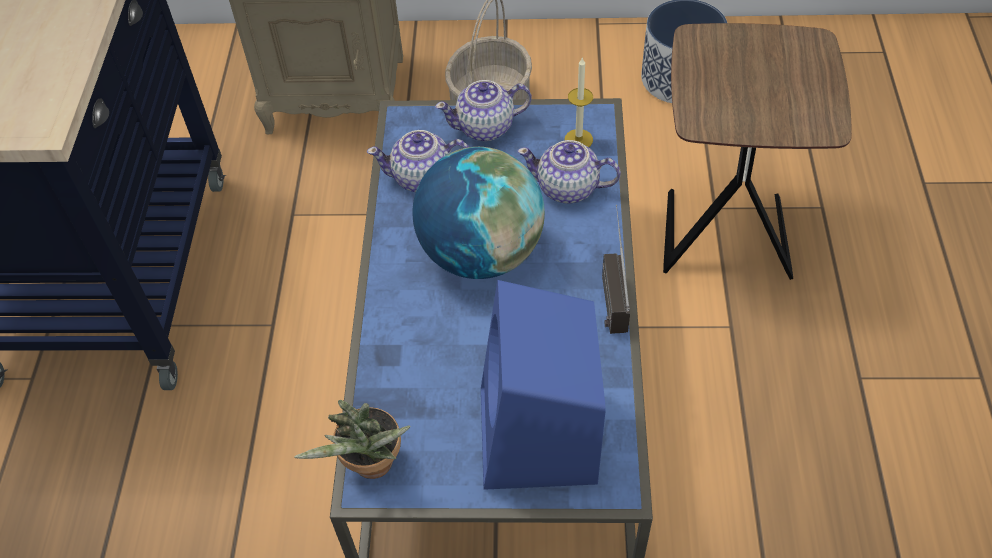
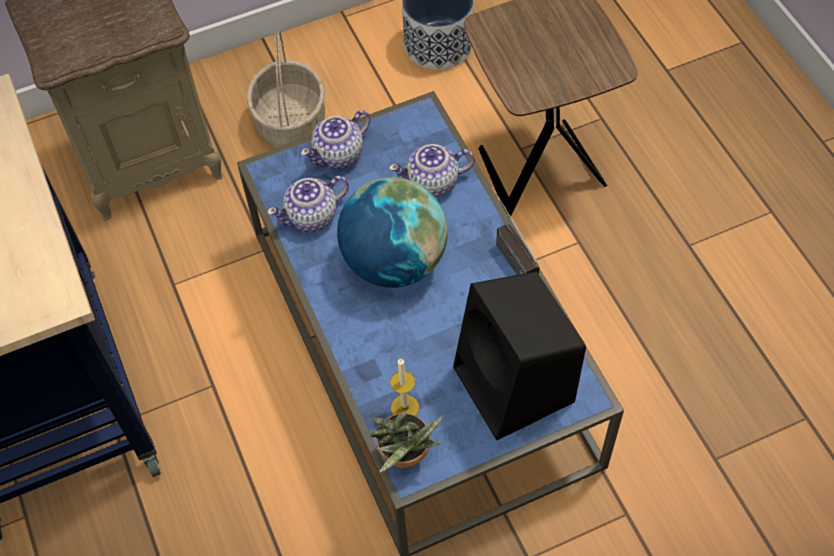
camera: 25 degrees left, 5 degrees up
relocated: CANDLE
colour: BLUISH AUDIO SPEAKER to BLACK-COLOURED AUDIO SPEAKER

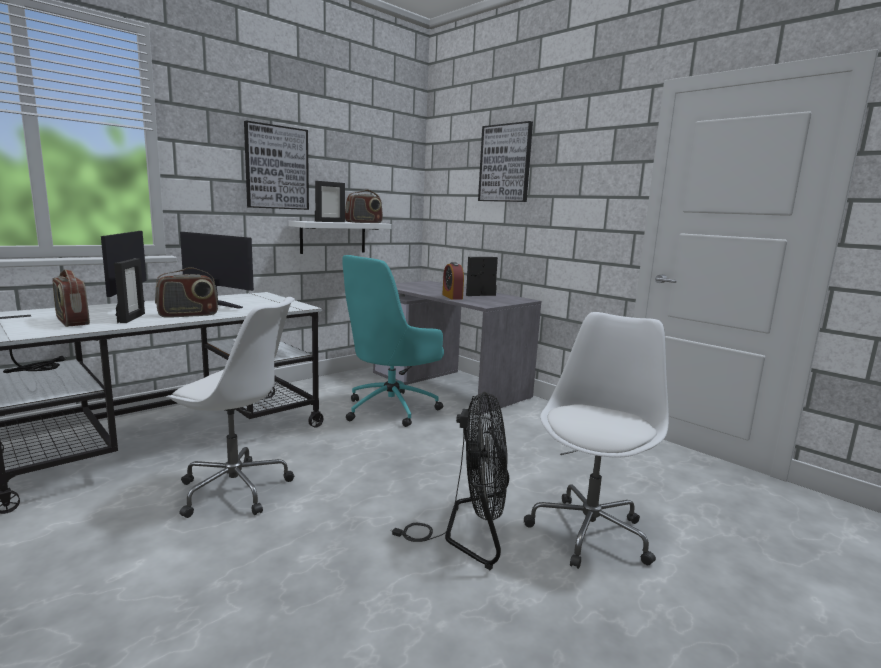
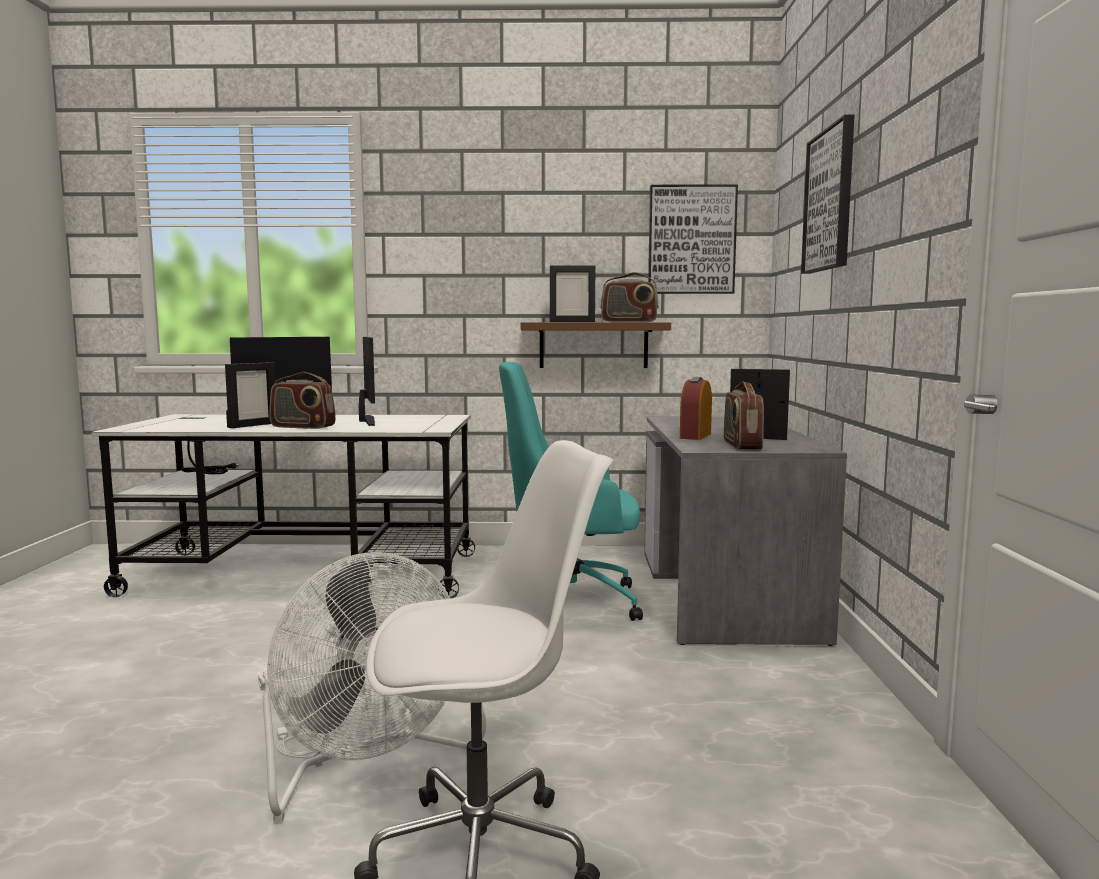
camera: 45 degrees right, 5 degrees down
missing: WHITE-COLOURED COMPUTER CHAIR (no. 1 from left)
relocated: PICTURE (no. 1 from left); RADIO (no. 1 from left in the first image) to RADIO (no. 3 from left)
colour: BLACK-COLOURED FAN to WHITE-COLOURED FAN; WHITE-COLOURED SHELF to BROWN SHELF

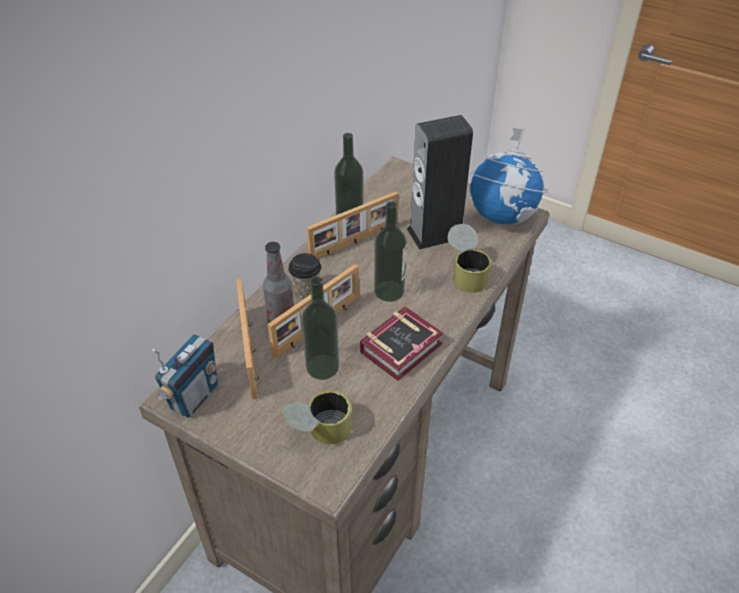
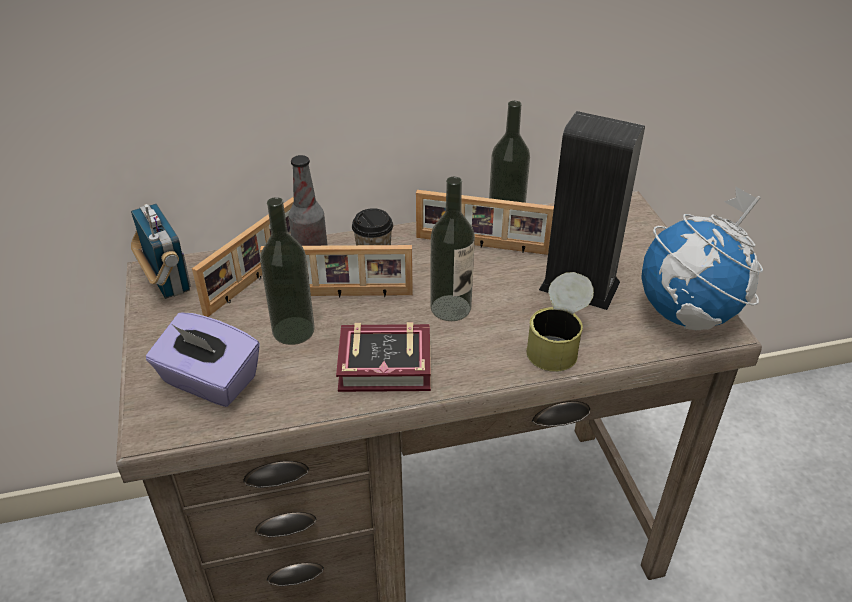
camera: 45 degrees right, 5 degrees down
exchanged: CAN (no. 1 from left) to PURPLISH TISSUE HOLDER
spun: RADIO 105 degrees counterclockwise

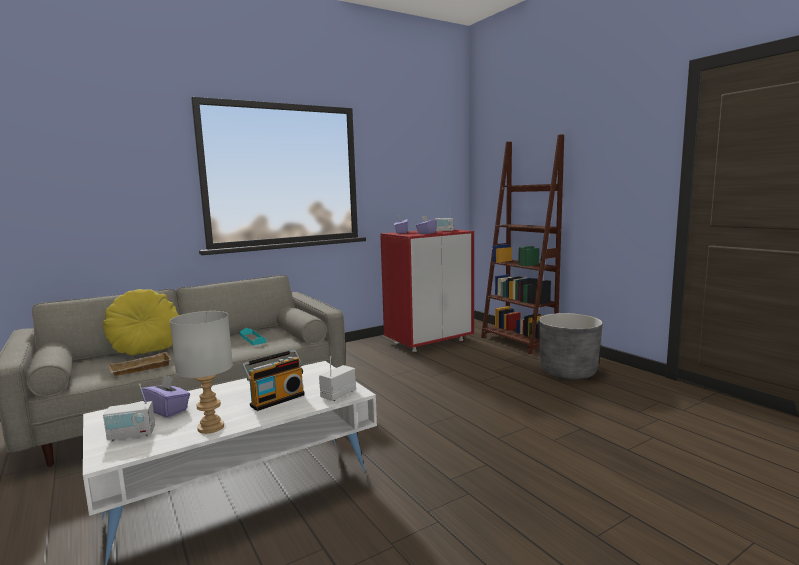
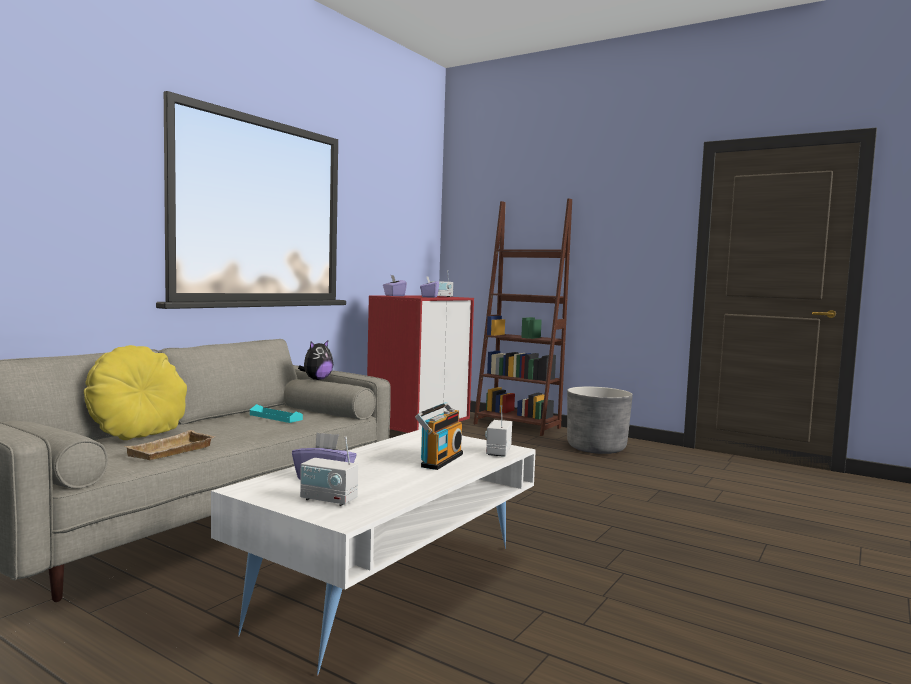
camera: 25 degrees left, 5 degrees down
missing: GREYISH LAMP FOR A TABLE
appeared: PLUSH TOY
spun: RADIO (no. 1 from left) 60 degrees clockwise

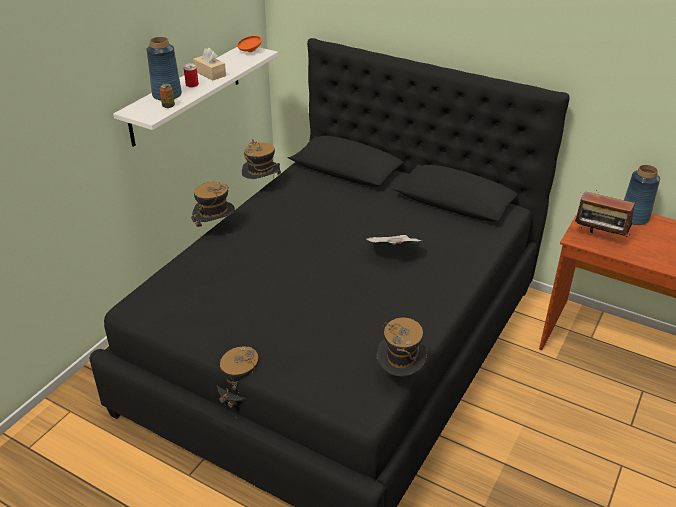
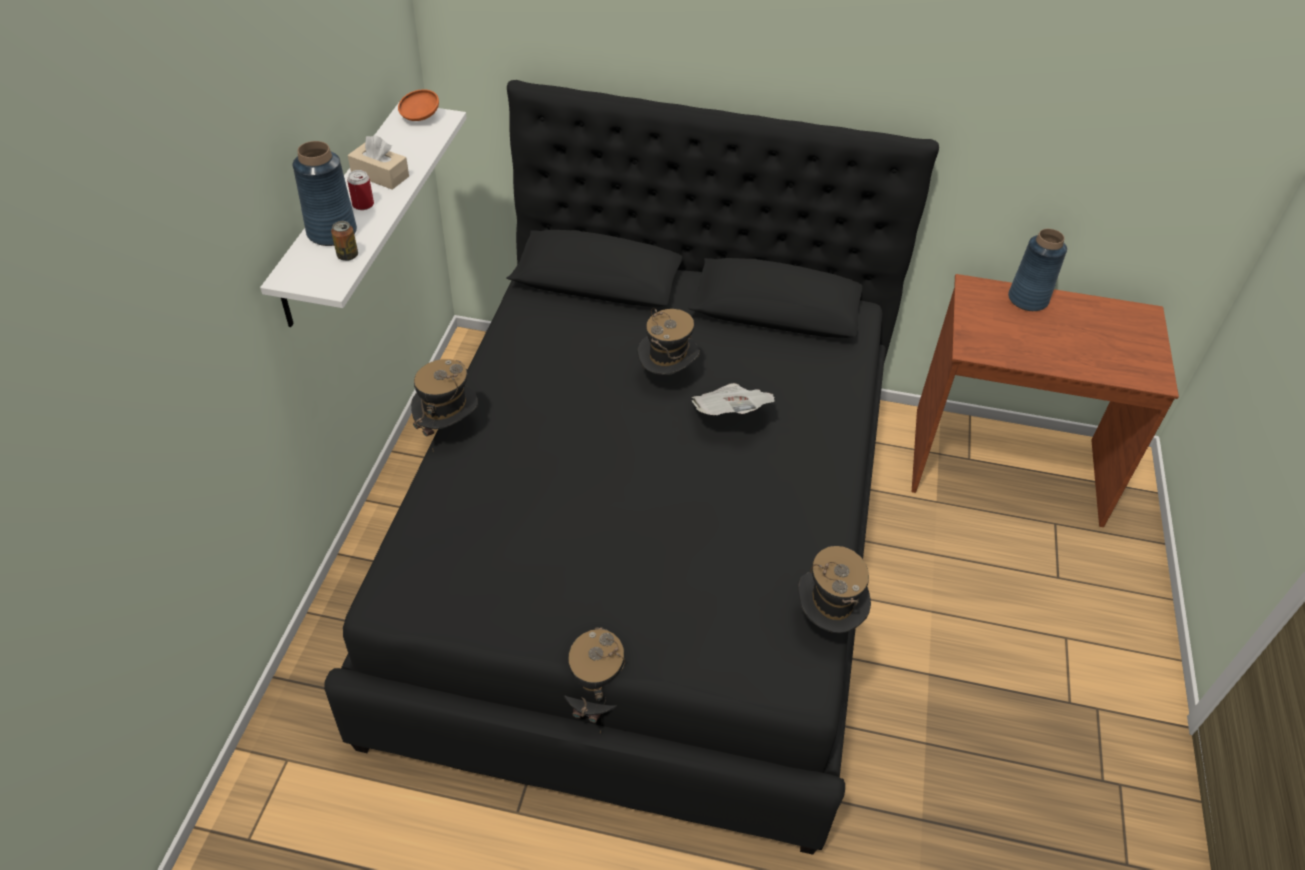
camera: 20 degrees left, 10 degrees up
missing: RADIO
relocated: CLOTHING HAT (no. 3 from left)

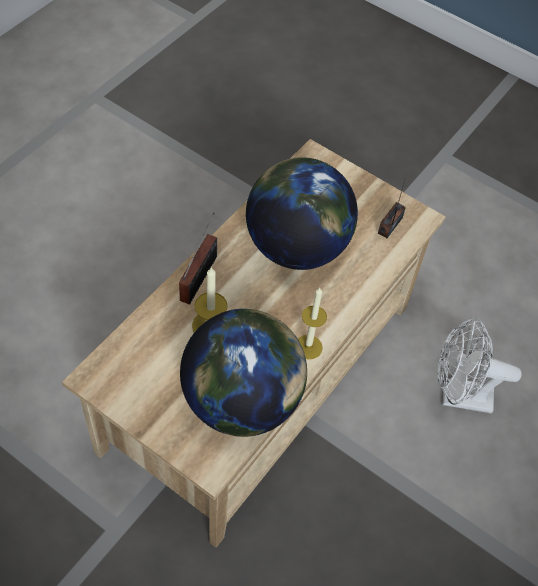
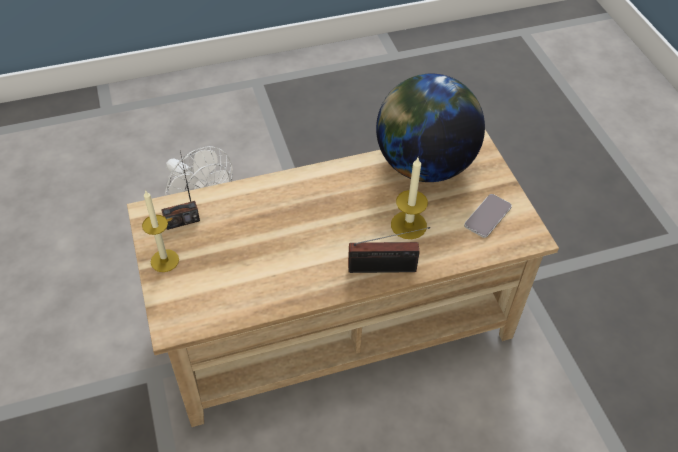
camera: 140 degrees left, 5 degrees down
missing: GLOBE (no. 2 from left)
appeared: PHONE
relocated: CANDLE (no. 2 from left in the first image) to CANDLE (no. 1 from left)
spun: RADIO (no. 1 from left in the first image) 150 degrees counterclockwise

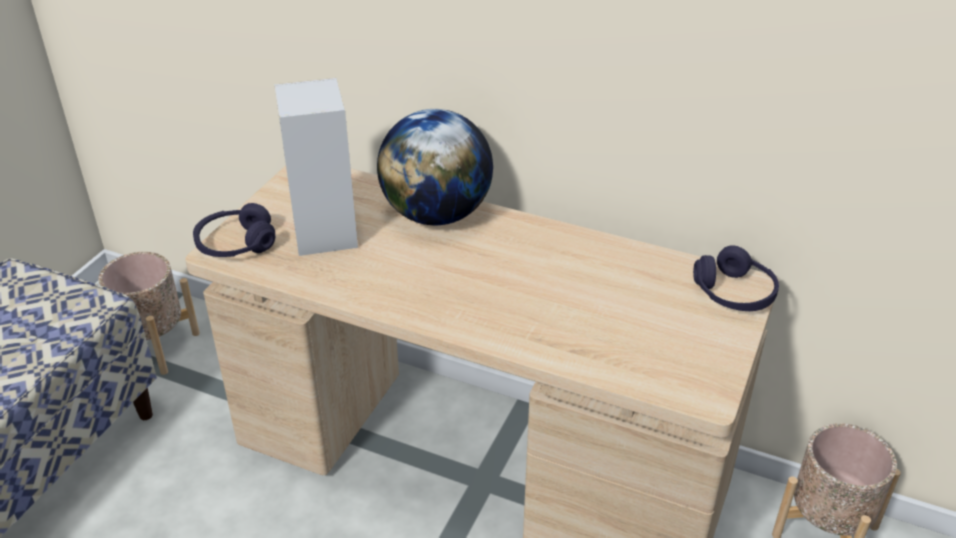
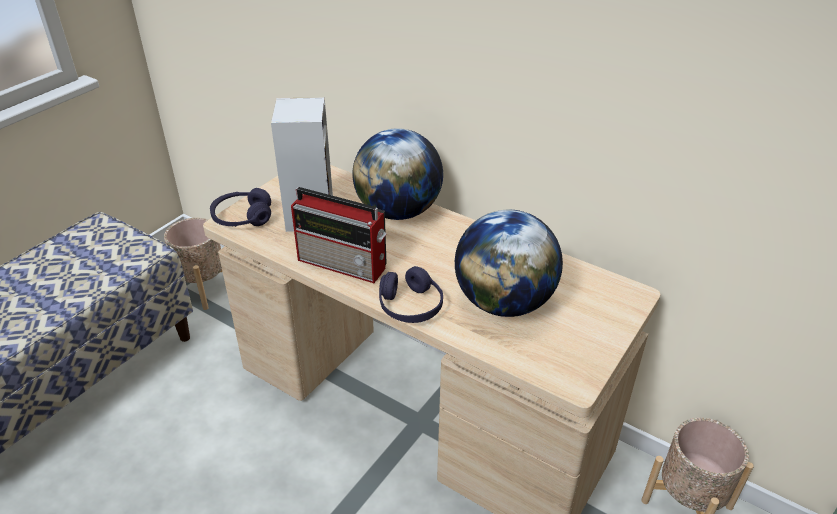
camera: 10 degrees right, 0 degrees up
appeared: RADIO; GLOBE (no. 2 from left)
relocated: PURPLISH HEADSET (no. 2 from left)

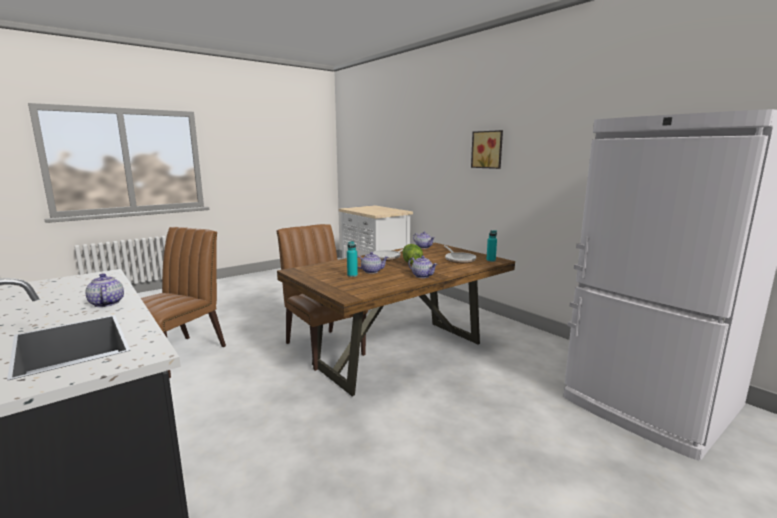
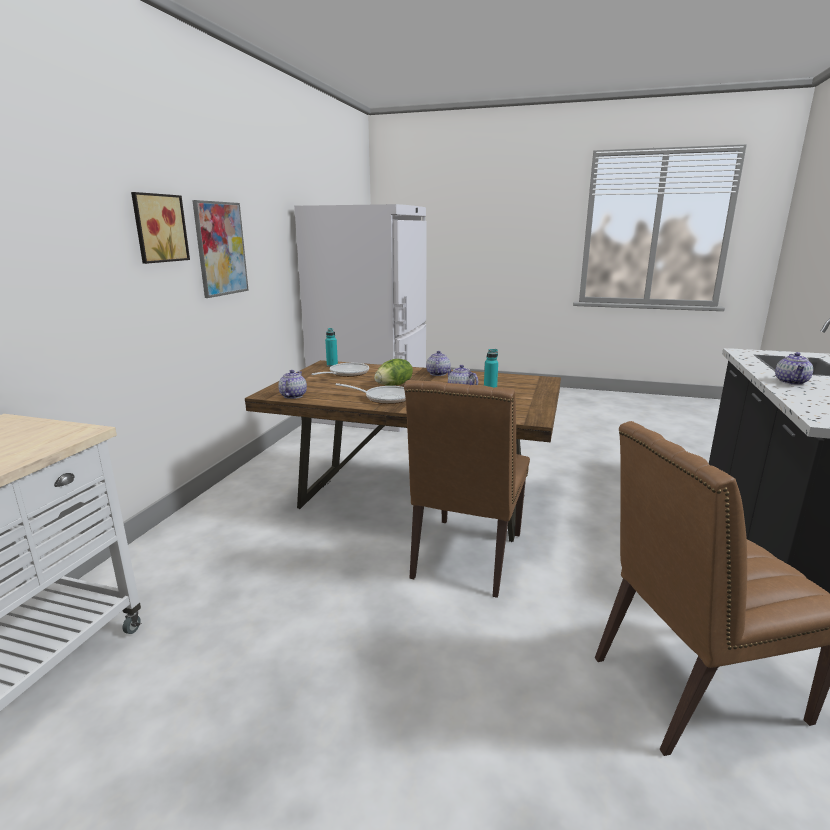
camera: 125 degrees left, 5 degrees up
appeared: PICTURE (no. 2 from left)

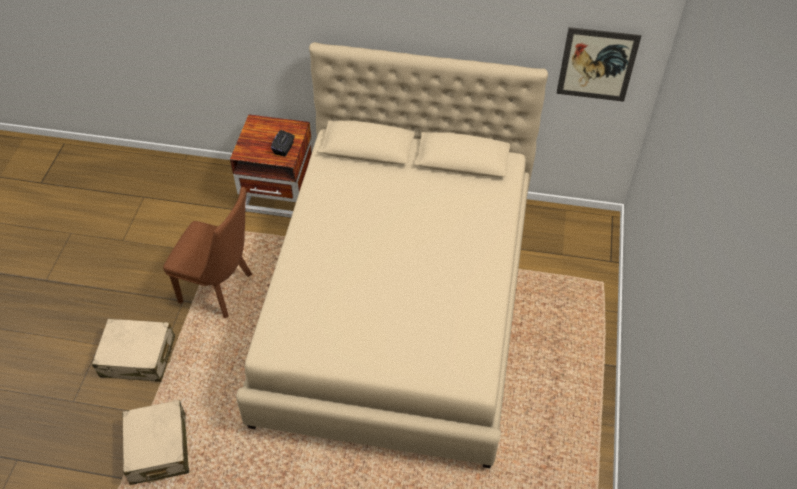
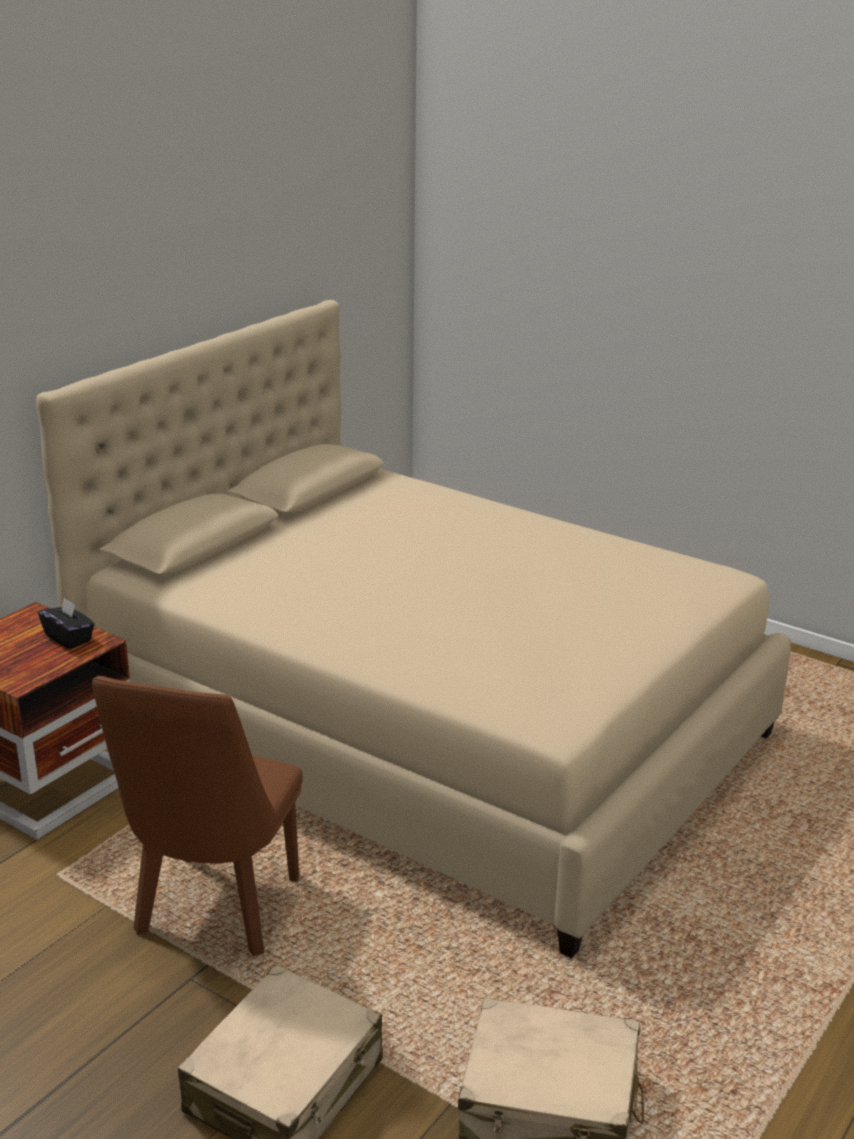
camera: 65 degrees left, 25 degrees down
missing: PICTURE
spun: BROWN UPRIGHT CHAIR 150 degrees clockwise

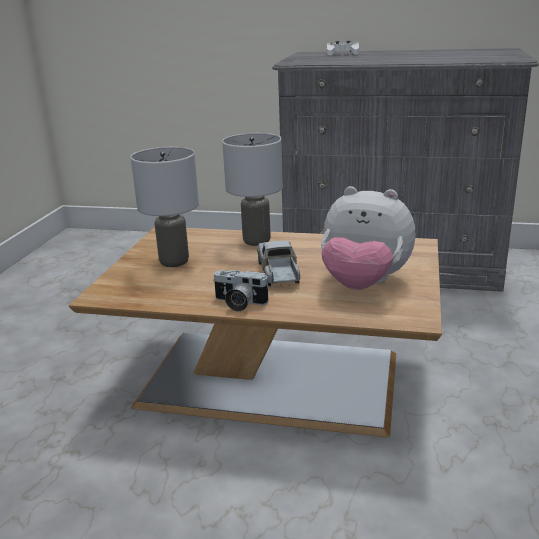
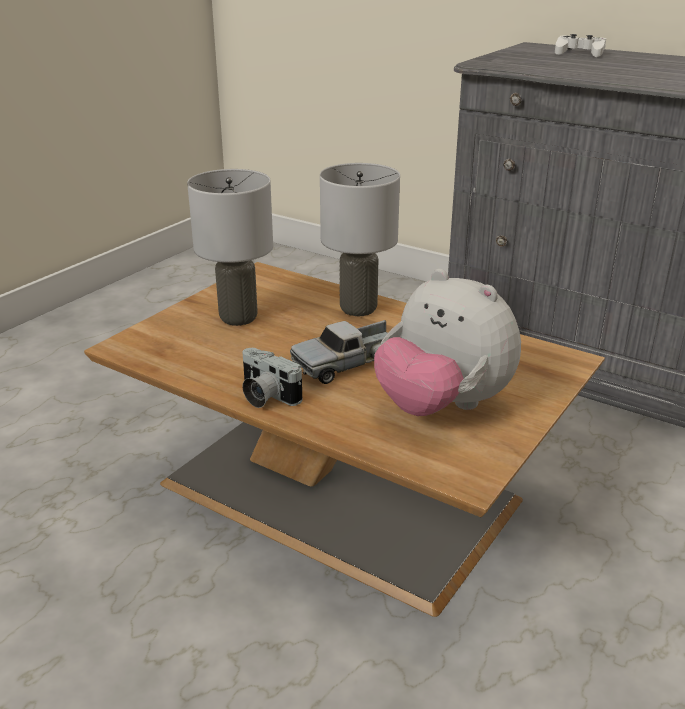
camera: 20 degrees right, 5 degrees up
spun: TOY LORRY 135 degrees counterclockwise

